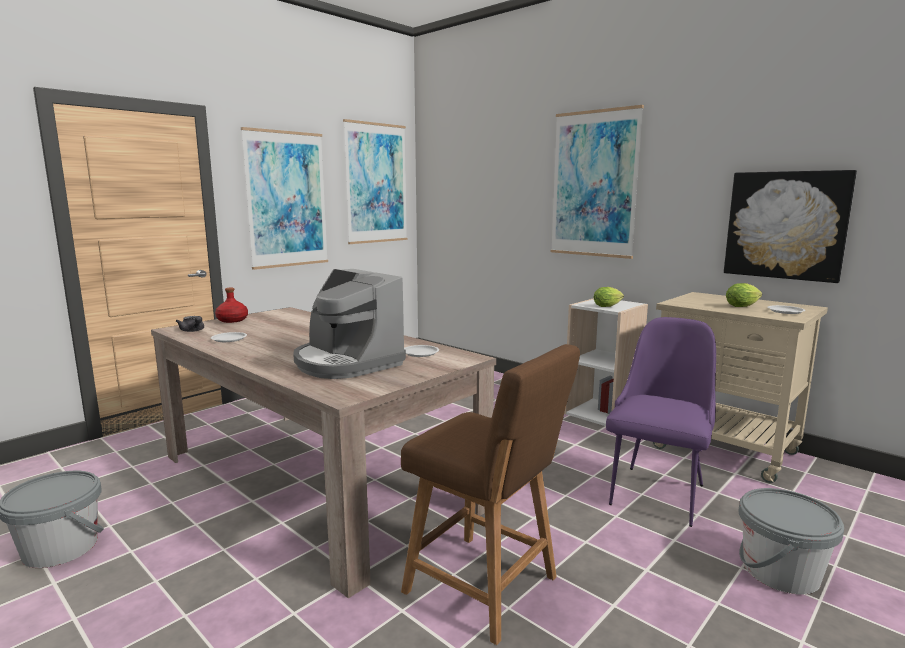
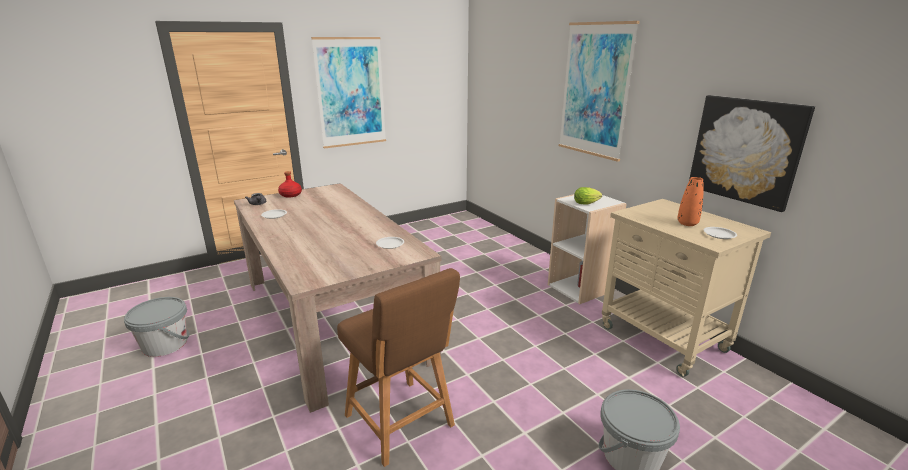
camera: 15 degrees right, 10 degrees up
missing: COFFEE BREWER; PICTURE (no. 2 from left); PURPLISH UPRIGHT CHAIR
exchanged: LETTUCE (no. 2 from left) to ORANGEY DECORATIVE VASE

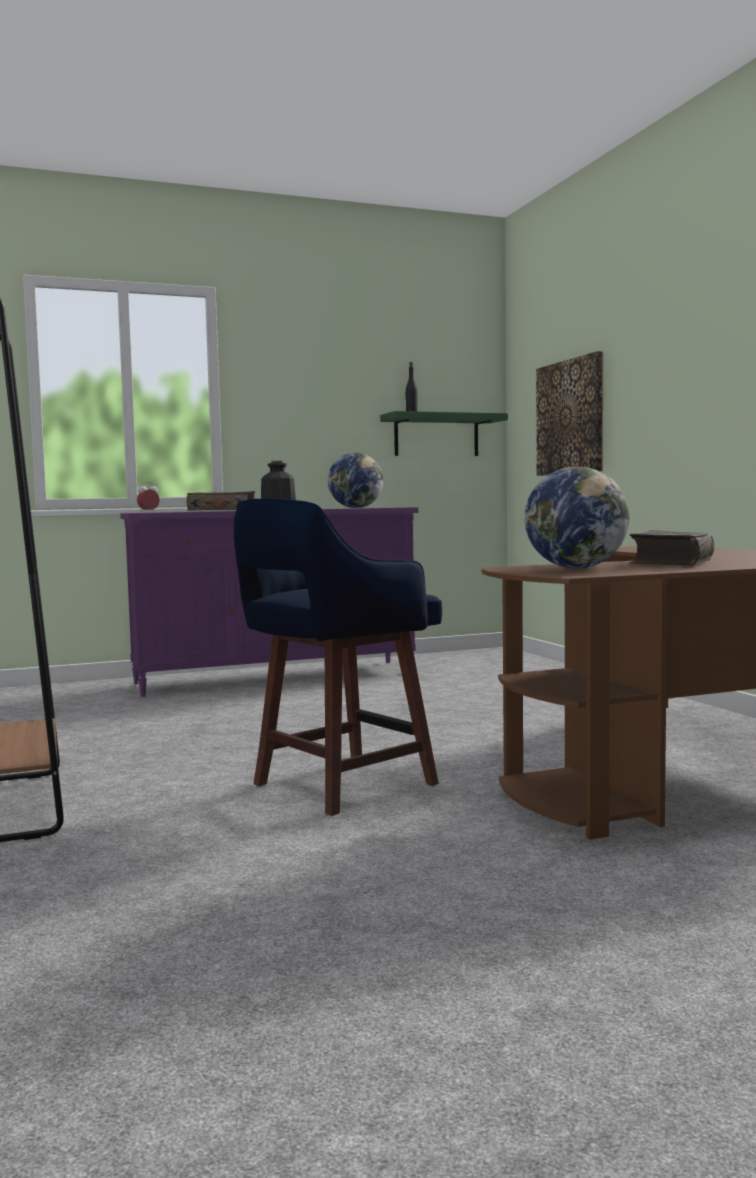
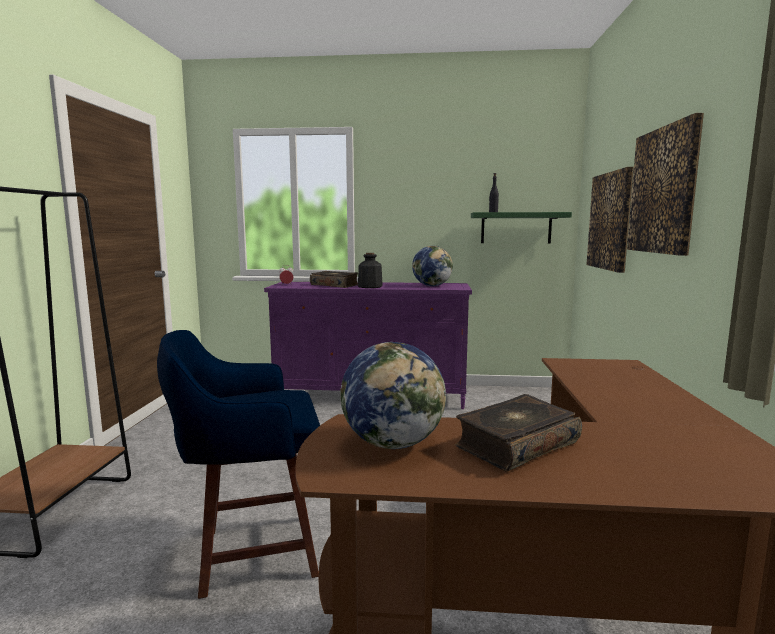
camera: 25 degrees right, 5 degrees up
appeared: PICTURE (no. 2 from left)

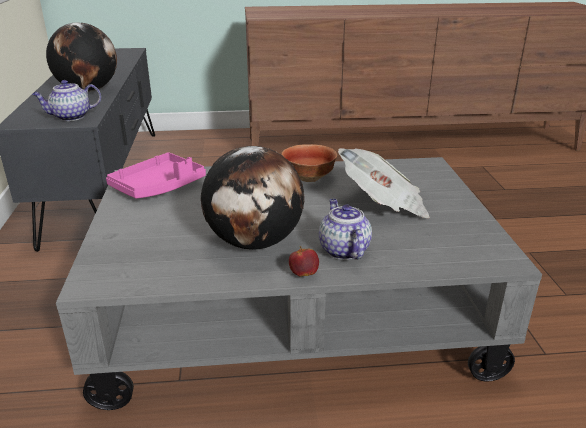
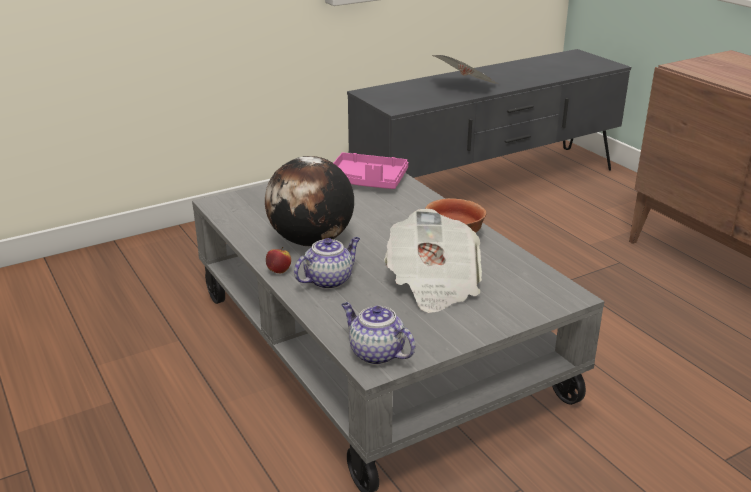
camera: 65 degrees right, 0 degrees up
relocated: TEA POT (no. 1 from left in the first image) to TEA POT (no. 2 from left)
exchanged: GLOBE (no. 1 from left) to PRINTED PAPER (no. 2 from left)

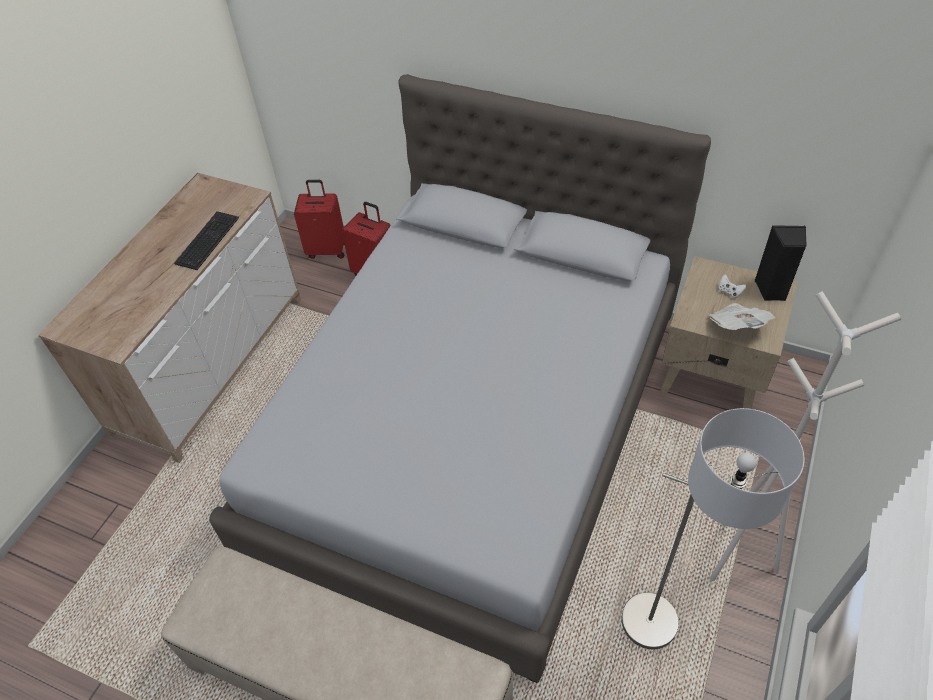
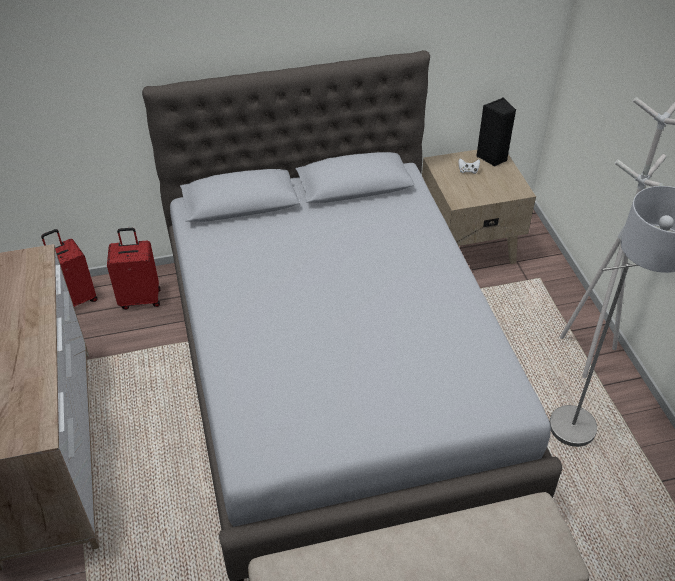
camera: 40 degrees left, 5 degrees down
missing: PC KEYBOARD; PRINTED PAPER

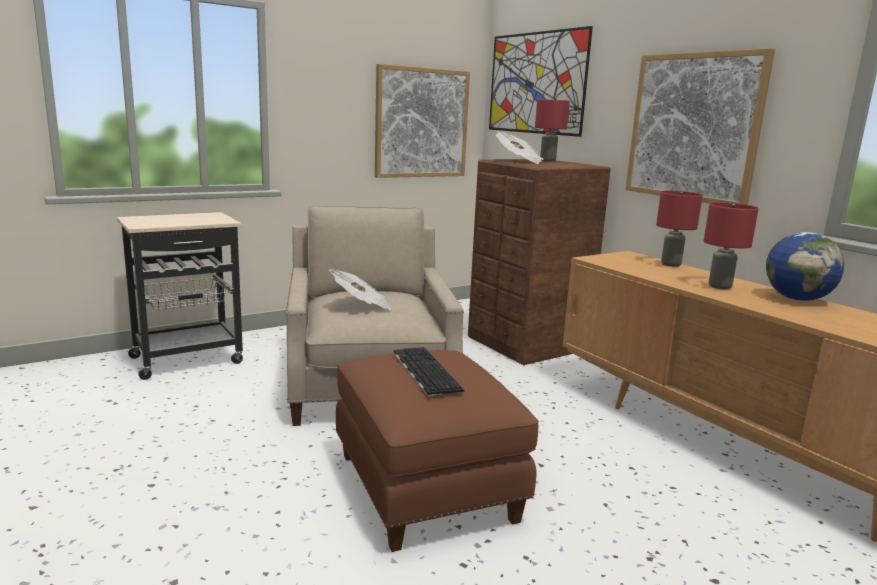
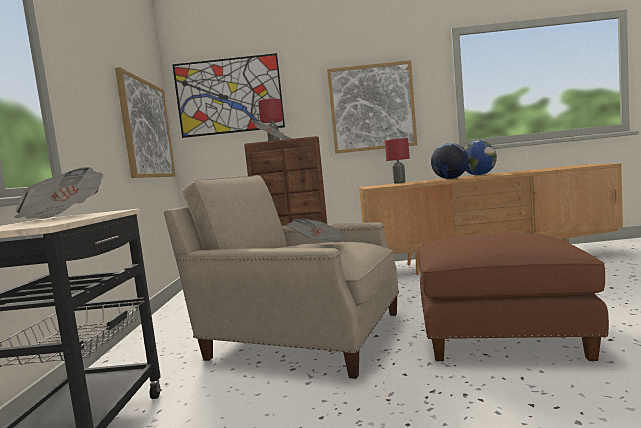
camera: 55 degrees left, 10 degrees down
missing: PC KEYBOARD
appeared: PRINTED PAPER (no. 1 from left)
exchanged: RED LAMP FOR A TABLE (no. 3 from left) to GLOBE (no. 1 from left)

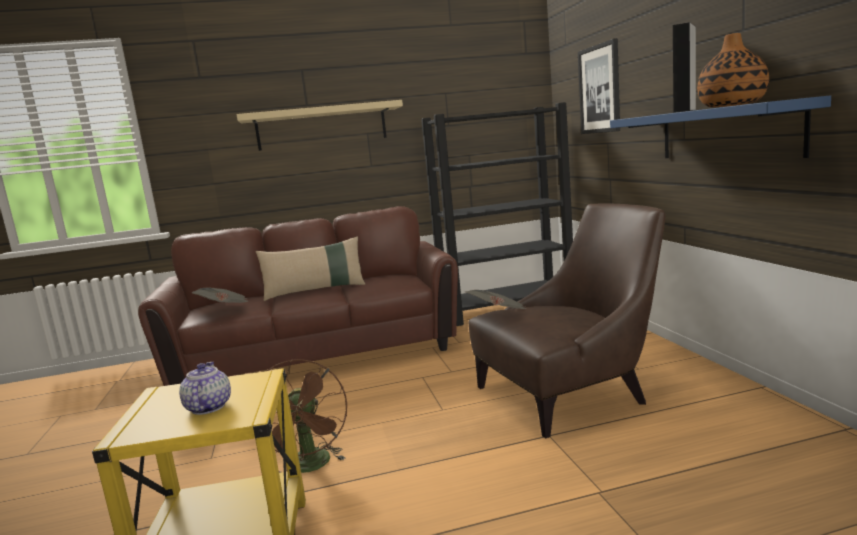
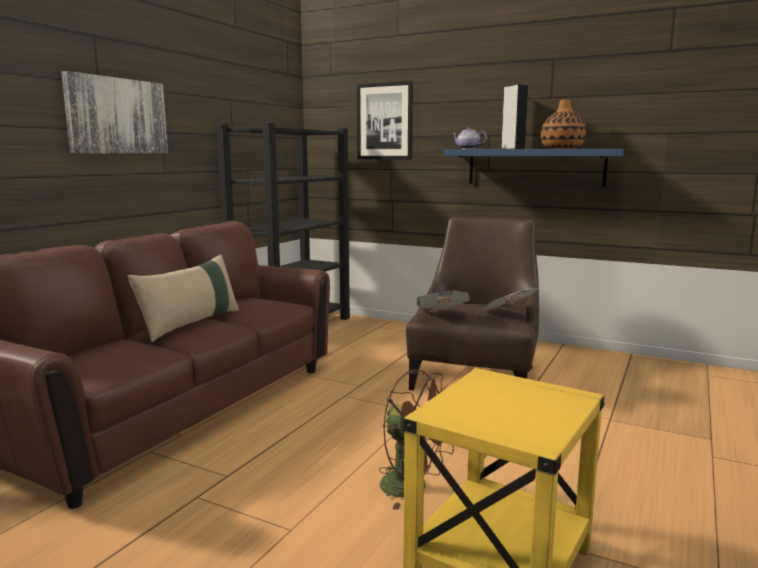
camera: 50 degrees left, 0 degrees up
relocated: TEA POT; PRINTED PAPER (no. 1 from left in the first image) to PRINTED PAPER (no. 2 from left)
exchanged: BEIGE-COLOURED SHELF to PICTURE (no. 1 from left)

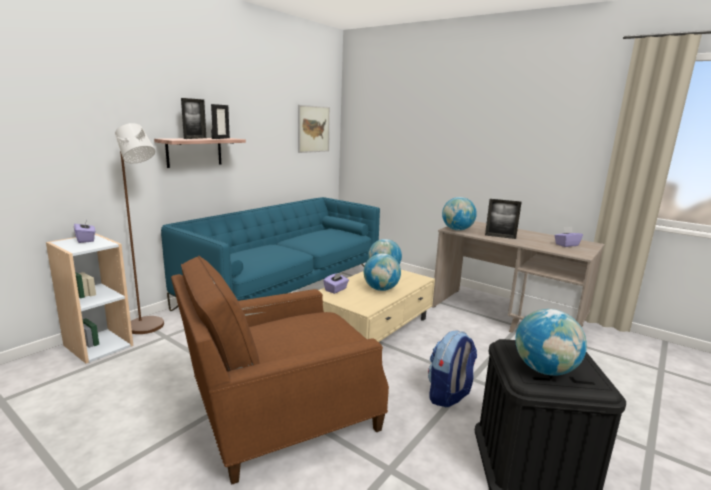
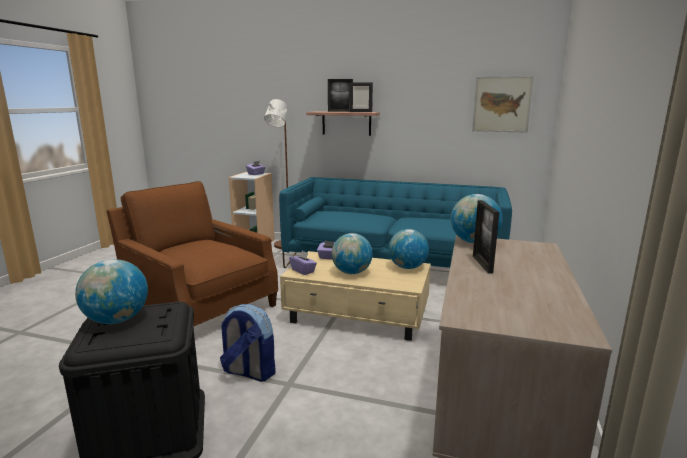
camera: 70 degrees right, 0 degrees up
relocated: PURPLISH TISSUE HOLDER (no. 3 from left in the first image) to PURPLISH TISSUE HOLDER (no. 2 from left)

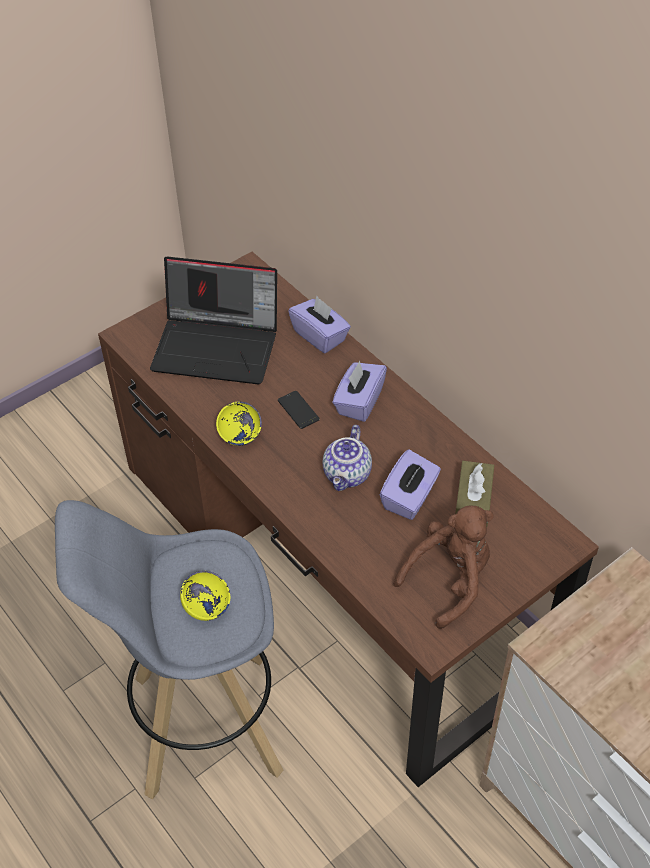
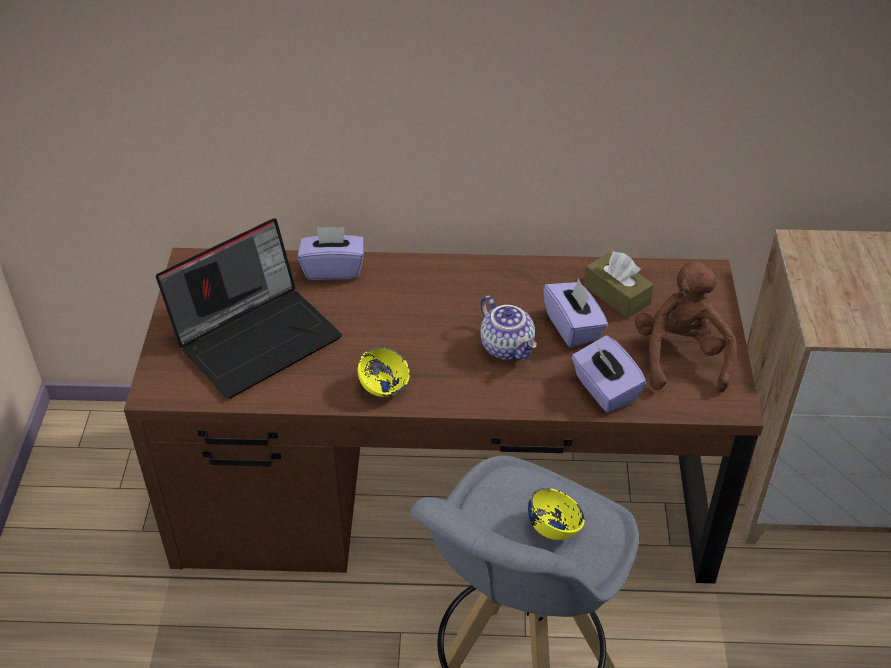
camera: 50 degrees left, 5 degrees down
missing: PHONE
relocated: PURPLISH TISSUE HOLDER (no. 2 from left in the first image) to PURPLISH TISSUE HOLDER (no. 3 from left)

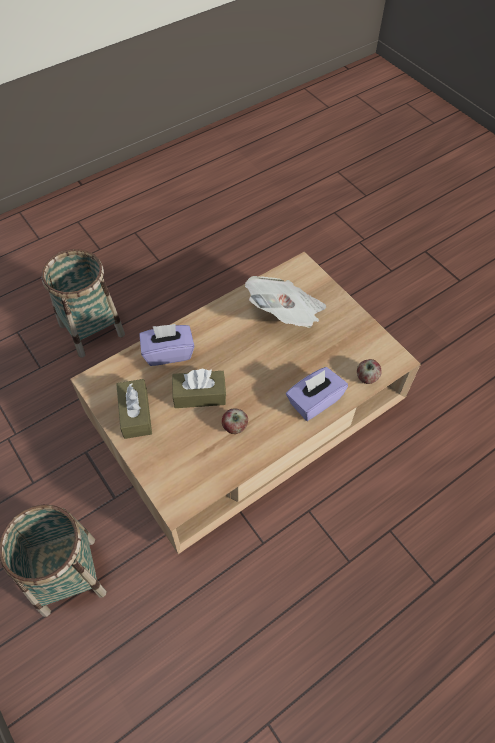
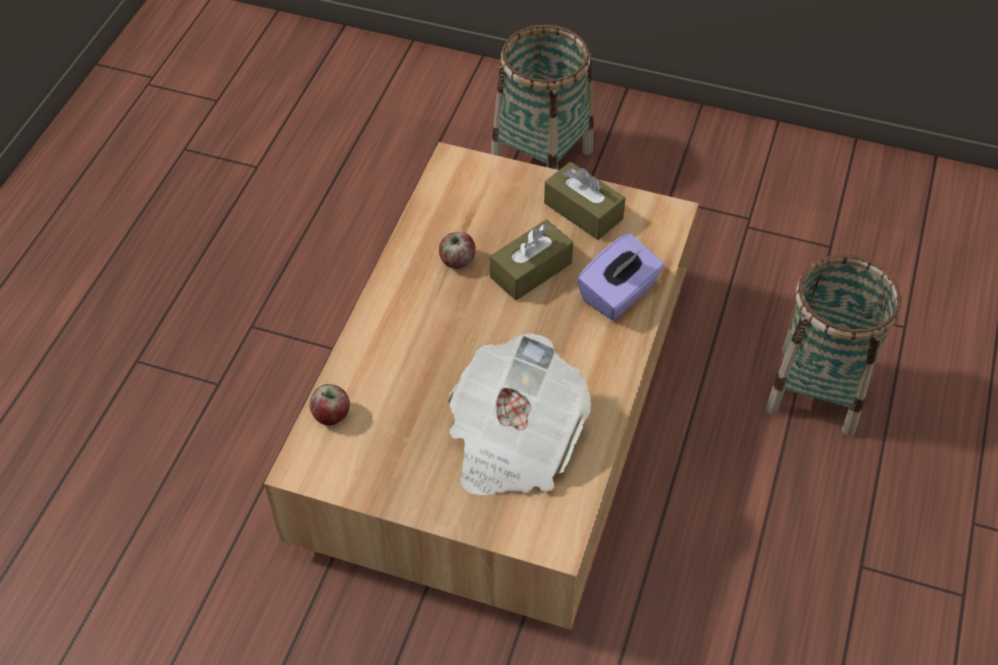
camera: 145 degrees right, 5 degrees down
missing: PURPLISH TISSUE HOLDER (no. 2 from left)

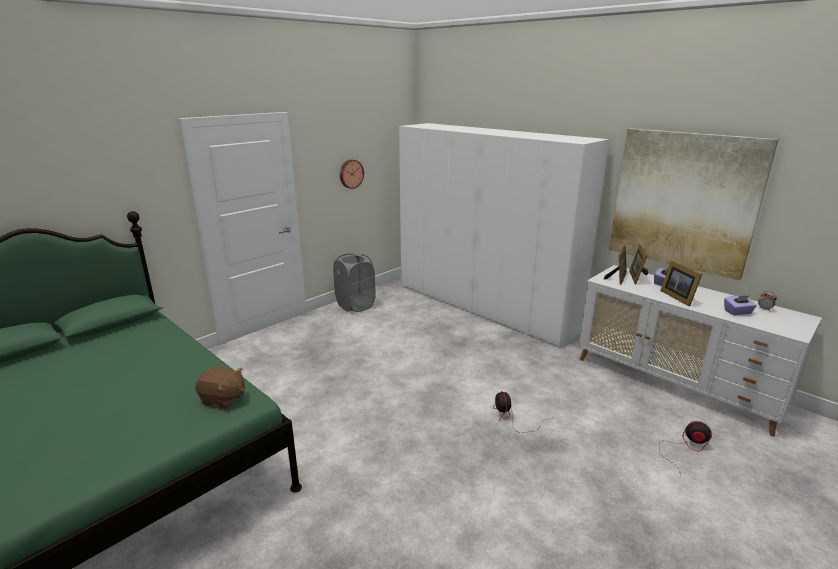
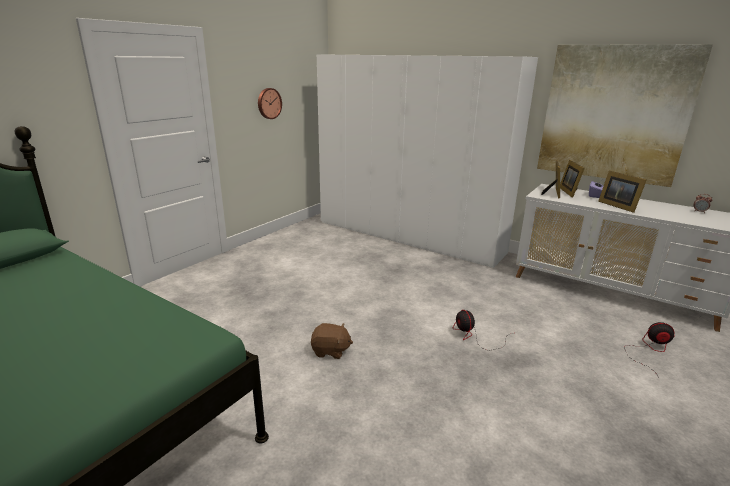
camera: 10 degrees left, 0 degrees up
missing: GREYISH LAUNDRY BASKET; PURPLISH TISSUE HOLDER (no. 2 from left)
relocated: BROWN PLUSH TOY

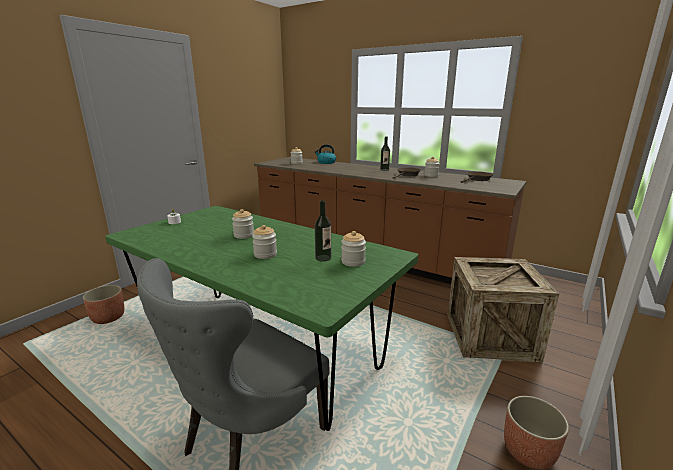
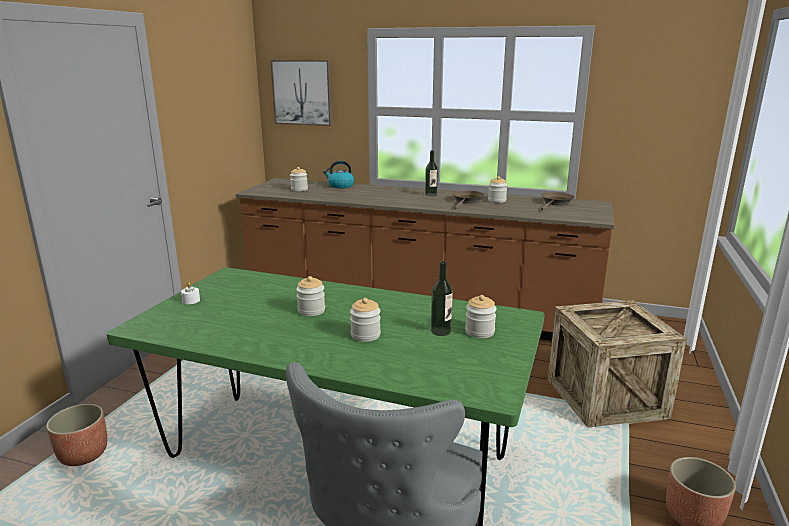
camera: 15 degrees left, 0 degrees up
appeared: PICTURE

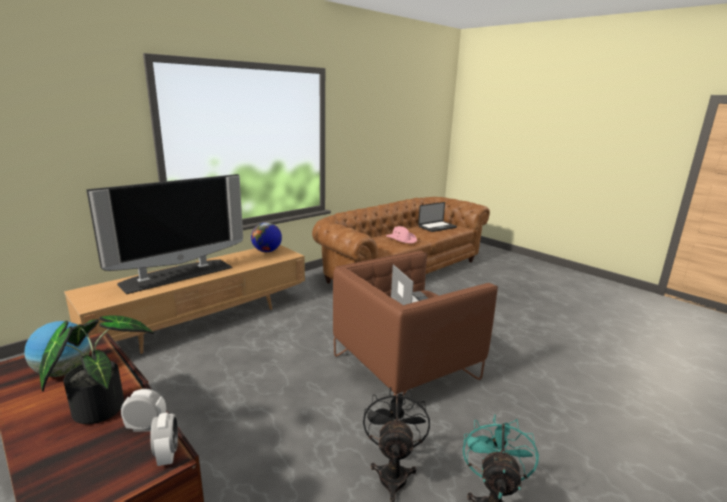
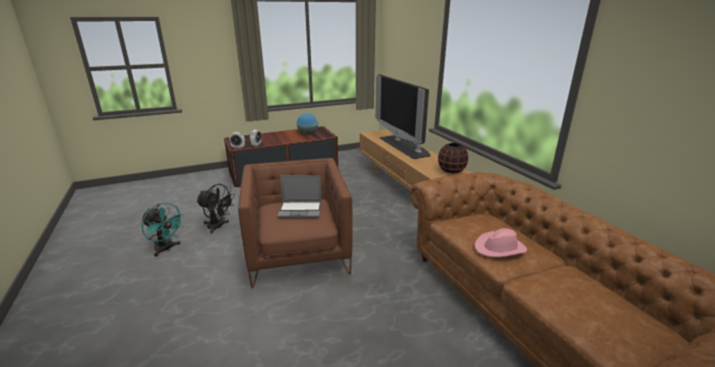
camera: 110 degrees right, 5 degrees up
missing: POTTED PLANT; PORTABLE COMPUTER (no. 2 from left)
exchanged: GLOBE (no. 2 from left) to BLACK-COLOURED DECORATIVE VASE

